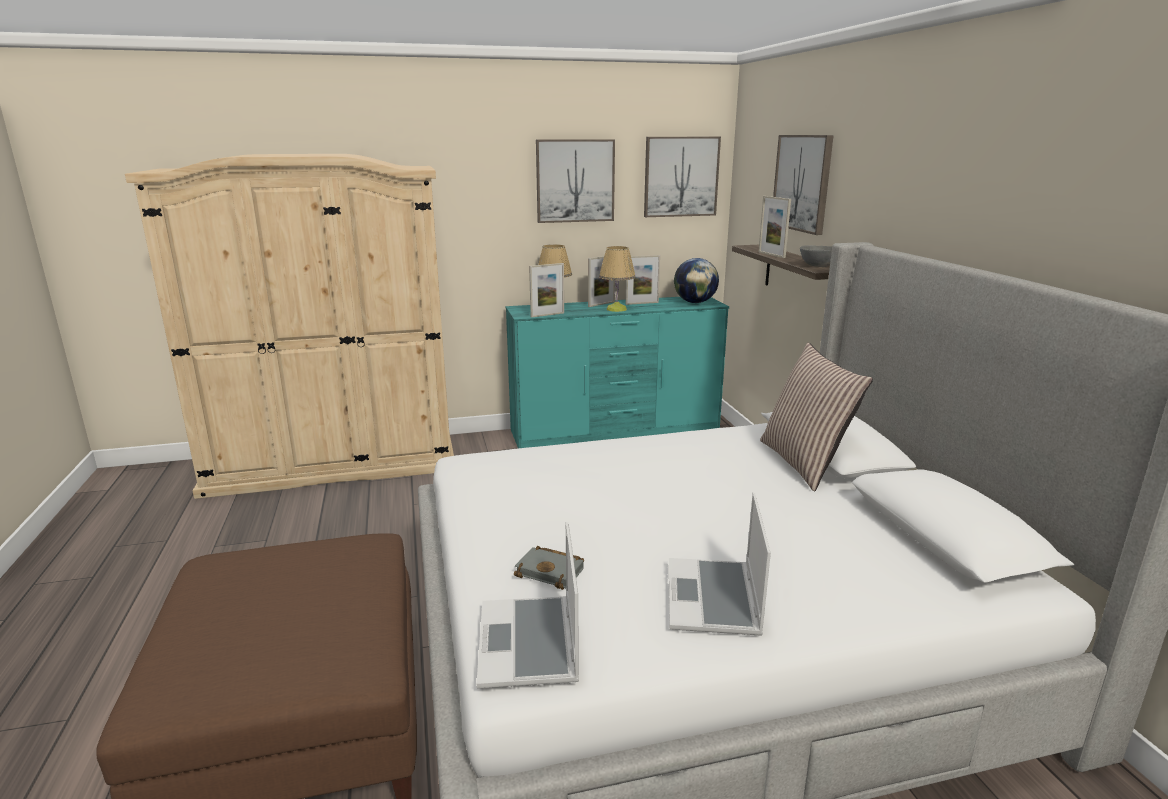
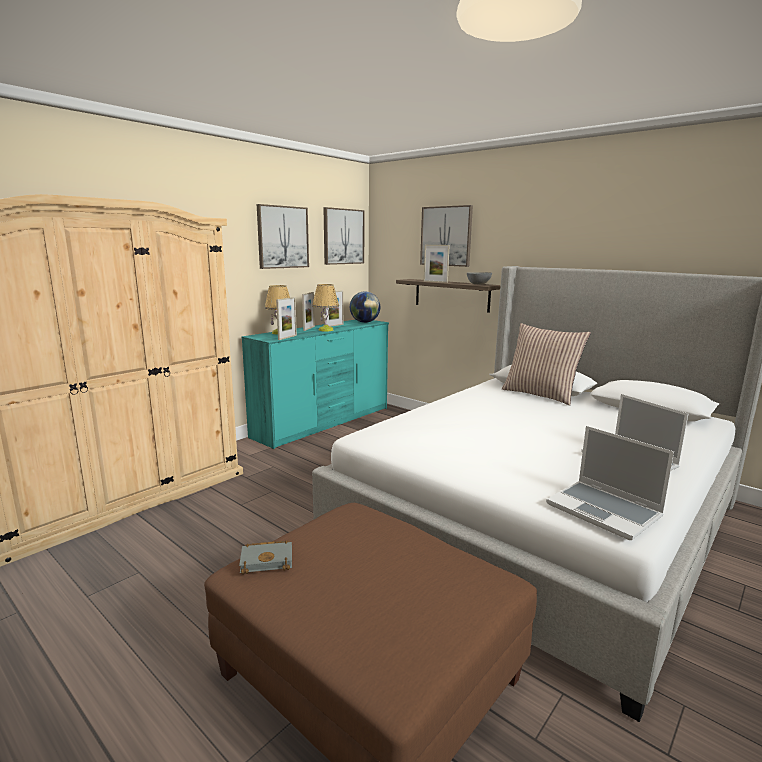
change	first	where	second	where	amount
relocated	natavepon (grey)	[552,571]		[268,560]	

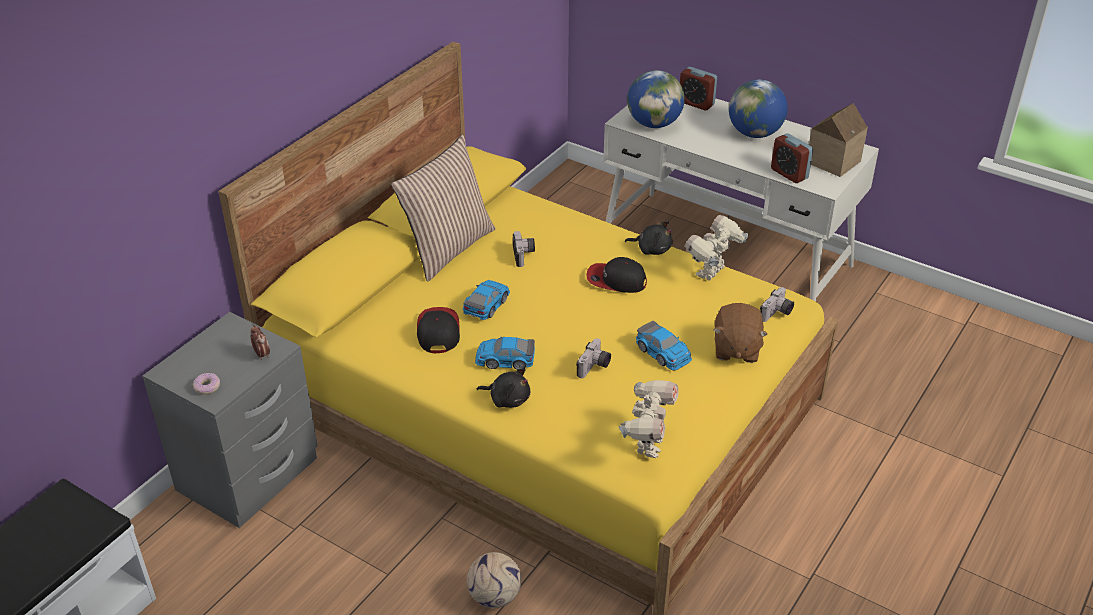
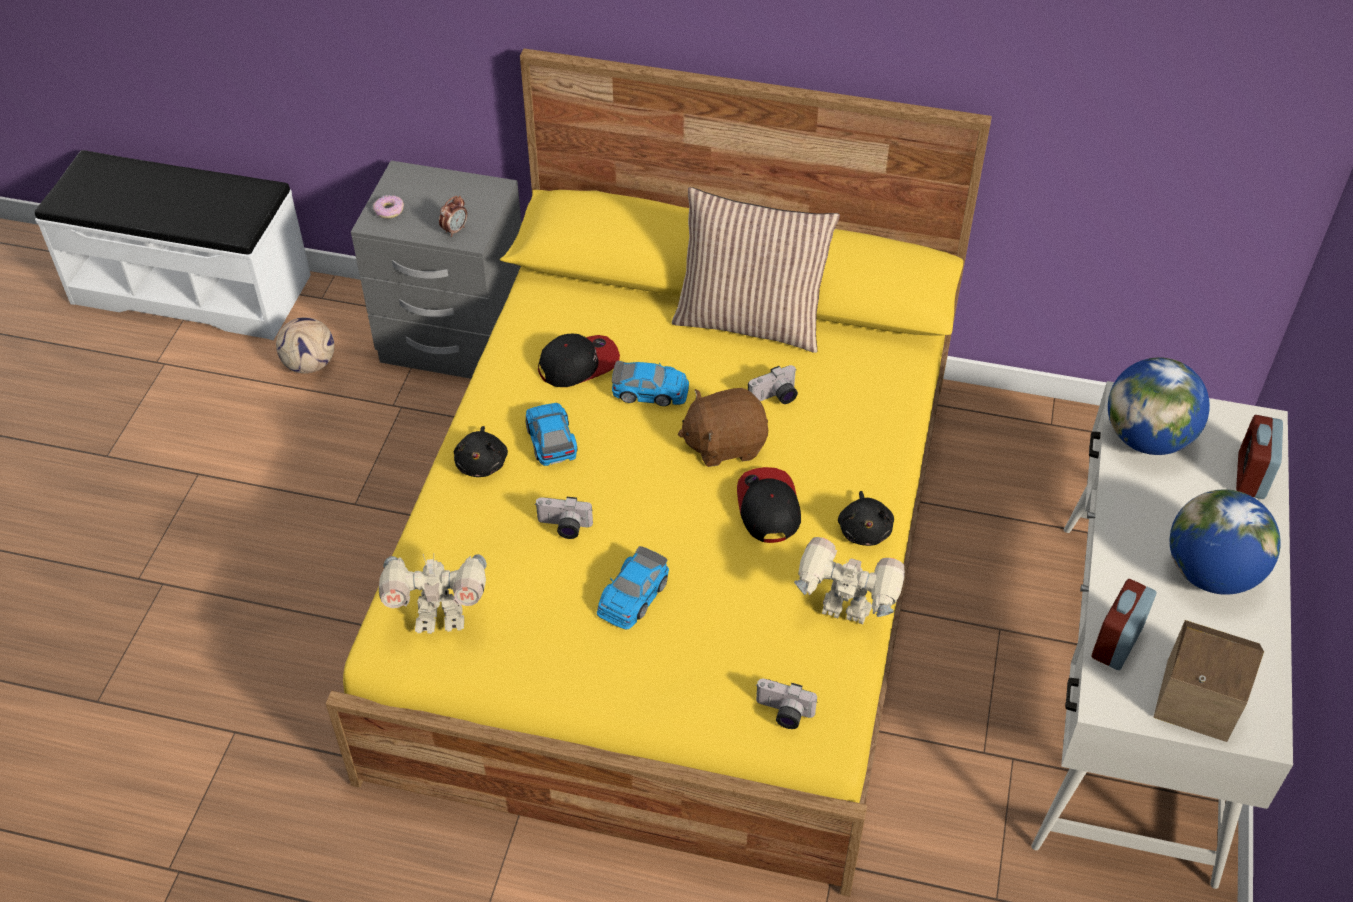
change	first	where	second	where	amount
relocated	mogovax	[495,596]		[311,365]	
relocated	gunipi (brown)	[736,349]		[724,444]	

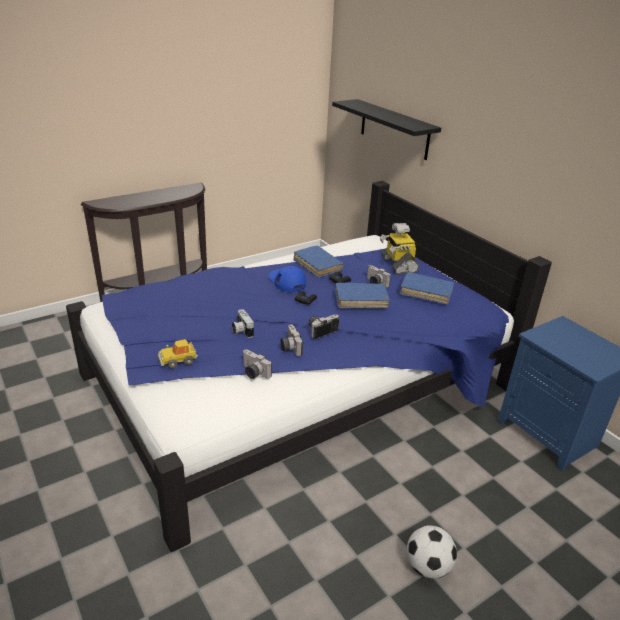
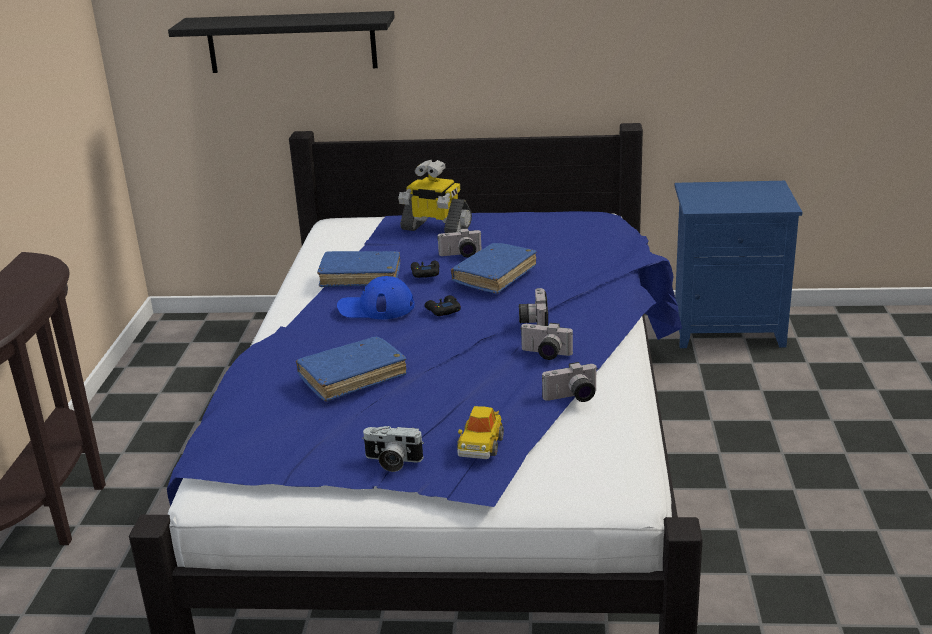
change	first	where	second	where	amount
missing	mogovax	[428,567]			
relocated	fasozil	[241,330]		[392,462]	
relocated	natavepon (blue)	[426,293]		[352,377]	

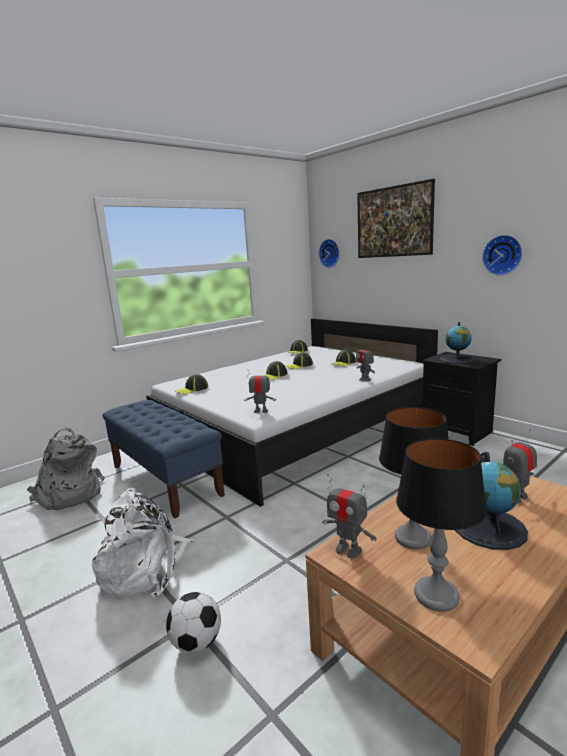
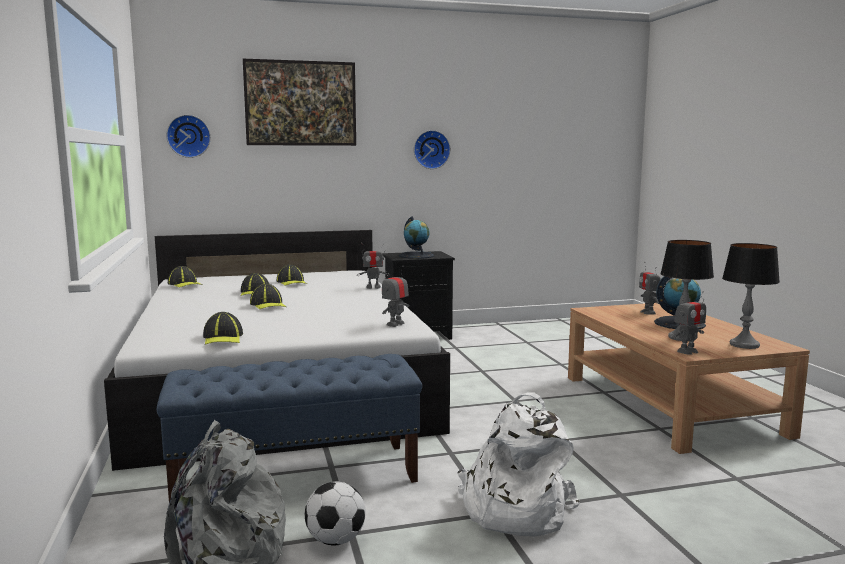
change	first	where	second	where	amount
relocated	mogovax	[197,643]		[336,540]	

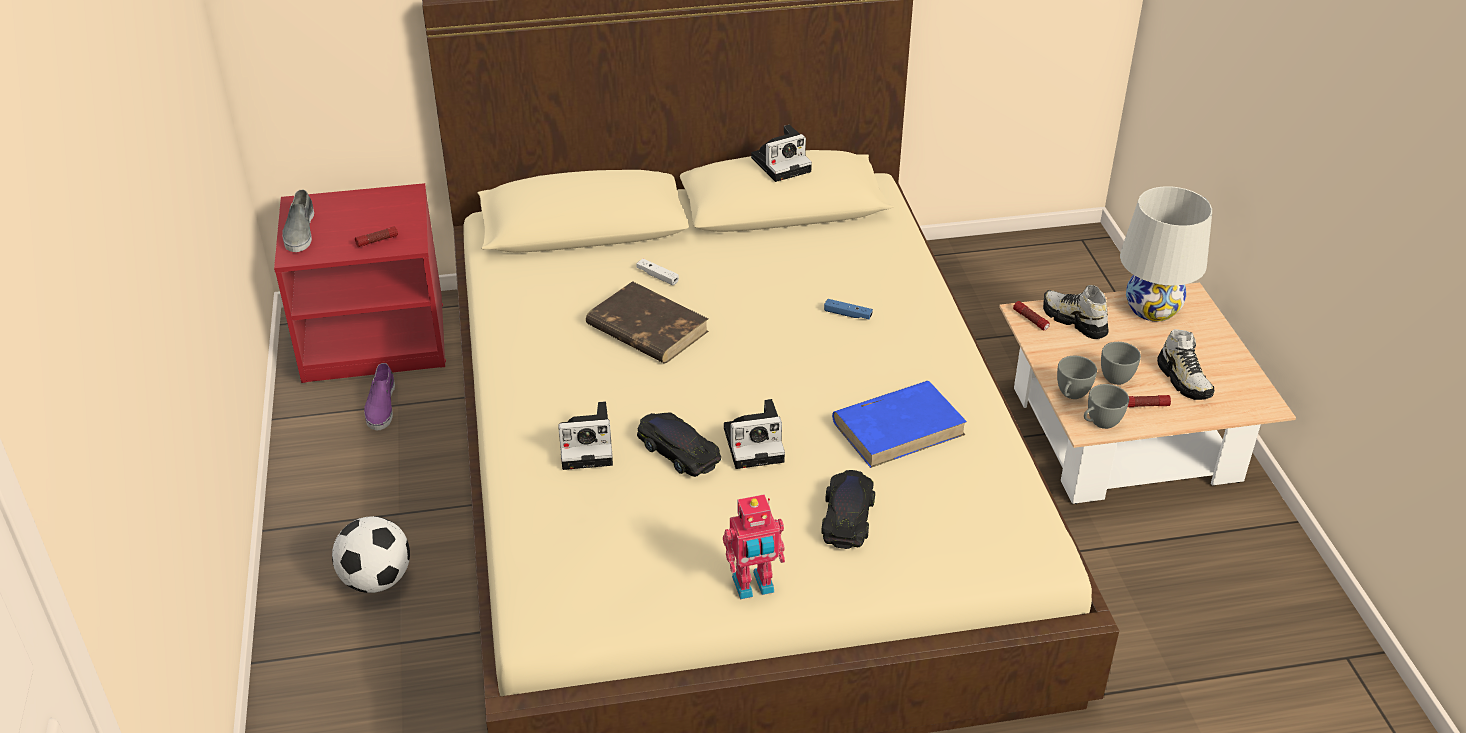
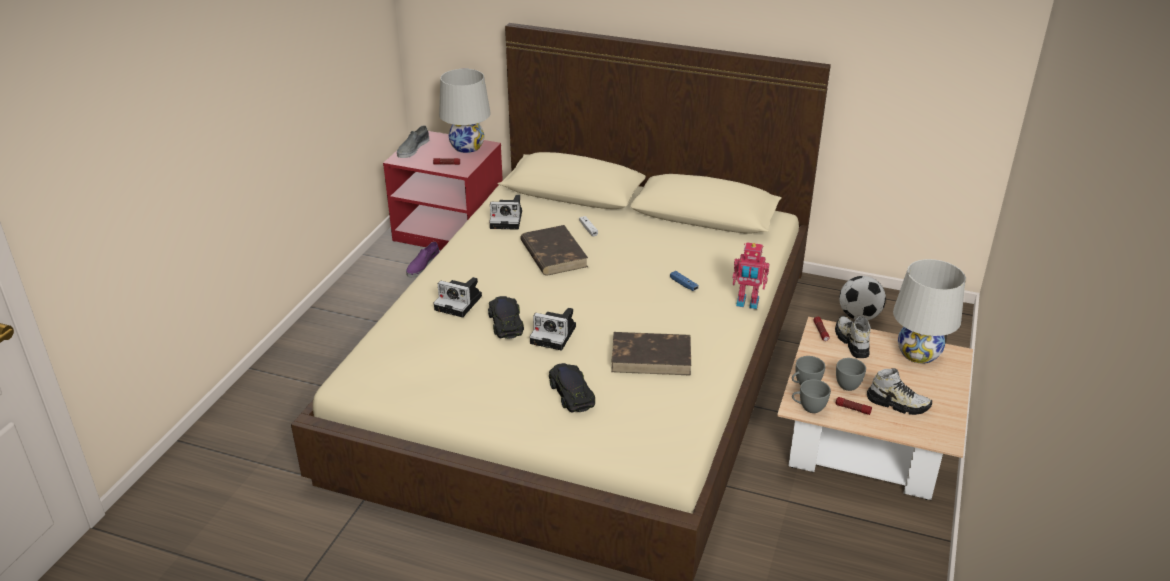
change	first	where	second	where	amount
appeared			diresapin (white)	[467,147]	
relocated	mogovax	[376,580]		[858,316]	
relocated	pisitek	[754,586]		[747,303]	
relocated	fasozil	[782,163]		[508,219]	
colour	natavepon (blue)	[899,427]	natavepon (brown)	[652,357]	
spun	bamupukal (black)	[847,515]		[571,392]	60 degrees counterclockwise
spun	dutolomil	[1184,380]		[897,404]	75 degrees counterclockwise

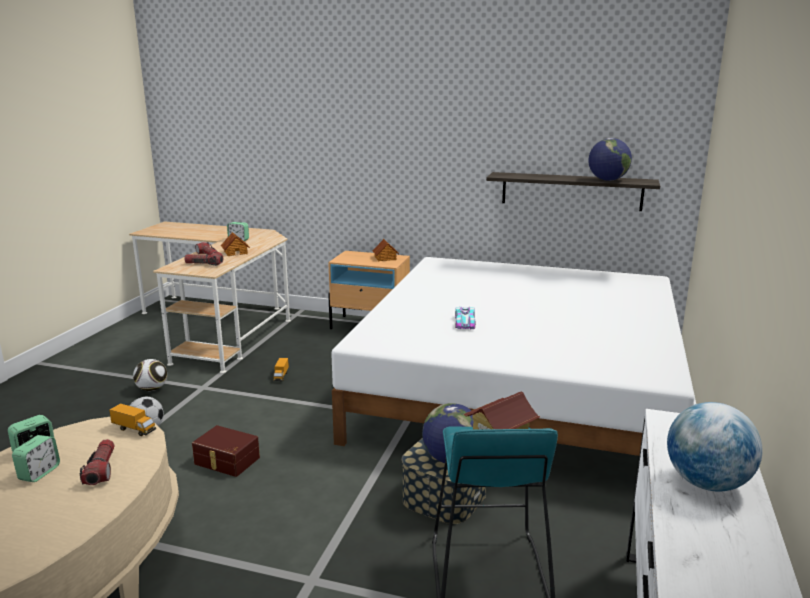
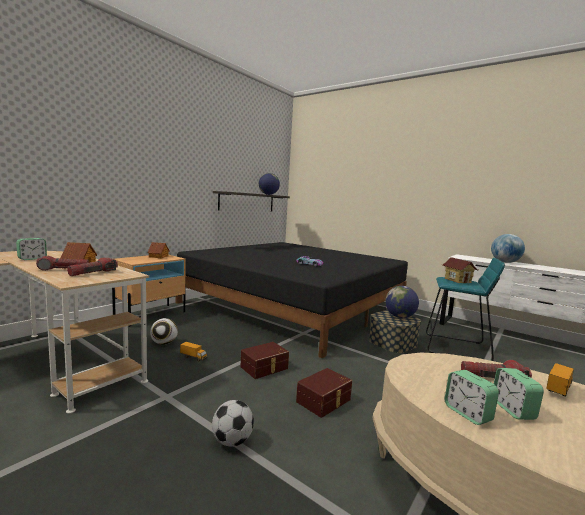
change	first	where	second	where	amount
appeared			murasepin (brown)	[265,368]	
relocated	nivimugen	[134,429]		[558,389]	
relocated	mogovax	[152,389]		[164,343]	
colour	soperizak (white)	[519,390]	soperizak (black)	[294,306]	
spun	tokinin	[39,473]		[513,410]	135 degrees counterclockwise

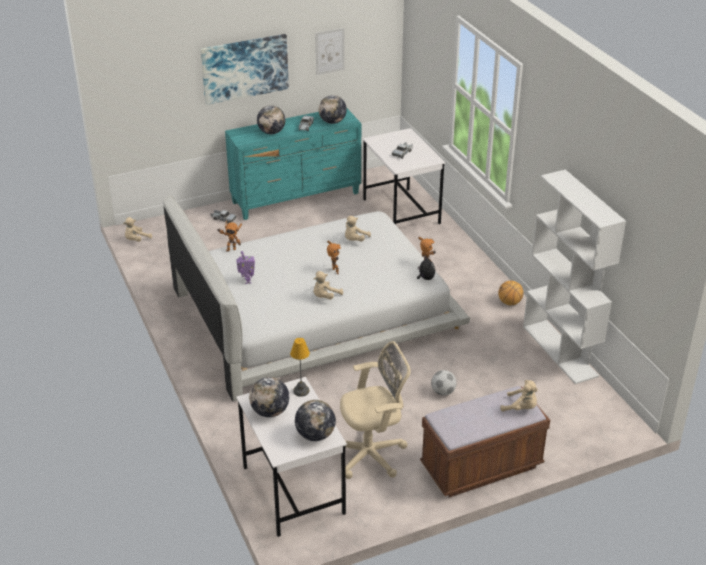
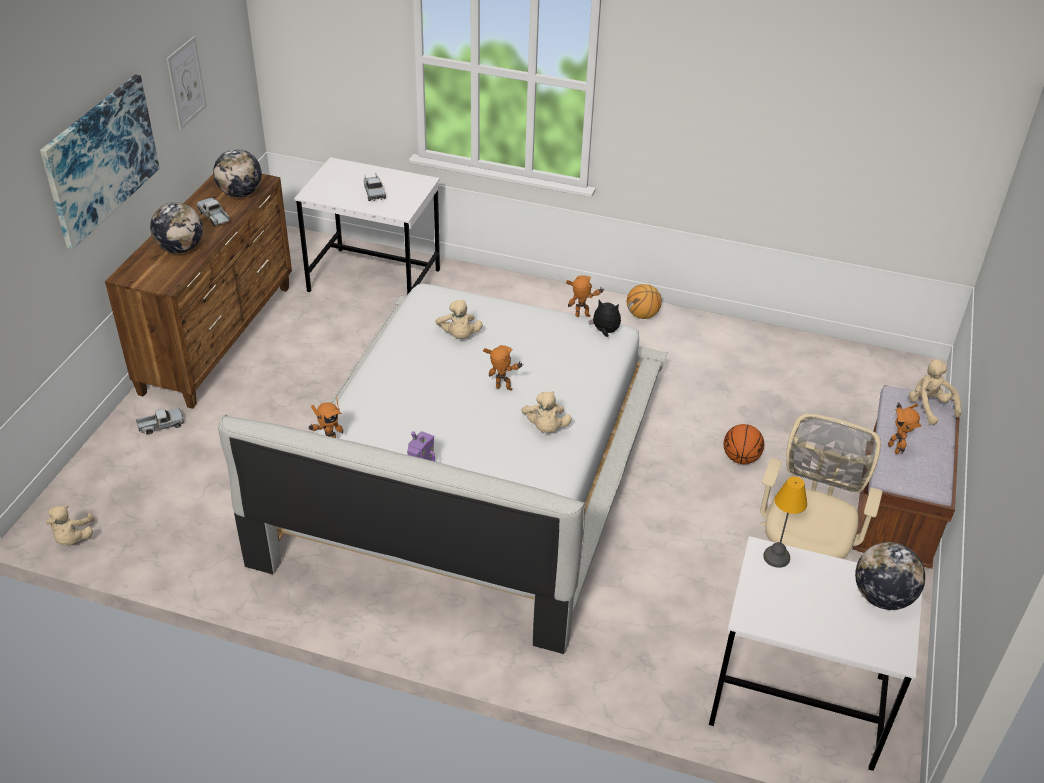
change	first	where	second	where	amount
missing	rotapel	[270,412]			
missing	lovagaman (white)	[560,351]			
appeared			pisitek	[895,448]	
exchanged	mogovax	[443,392]	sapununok	[741,458]	
colour	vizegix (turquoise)	[296,198]	vizegix (brown)	[219,338]	
spun	gunipi (beige)	[521,408]		[929,407]	90 degrees counterclockwise

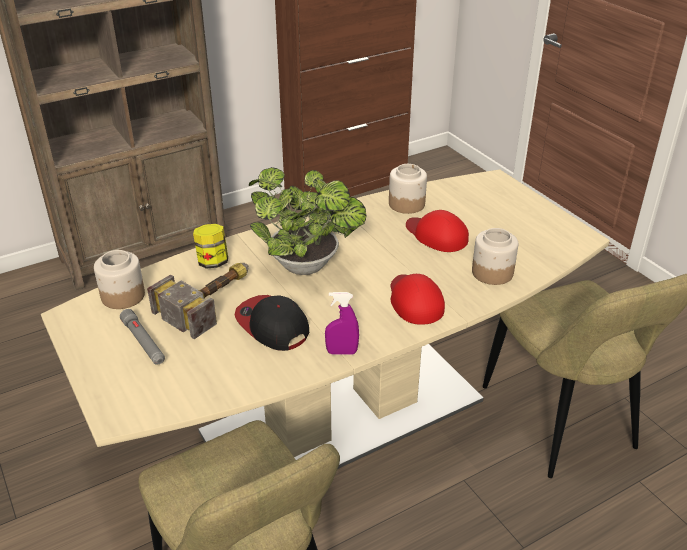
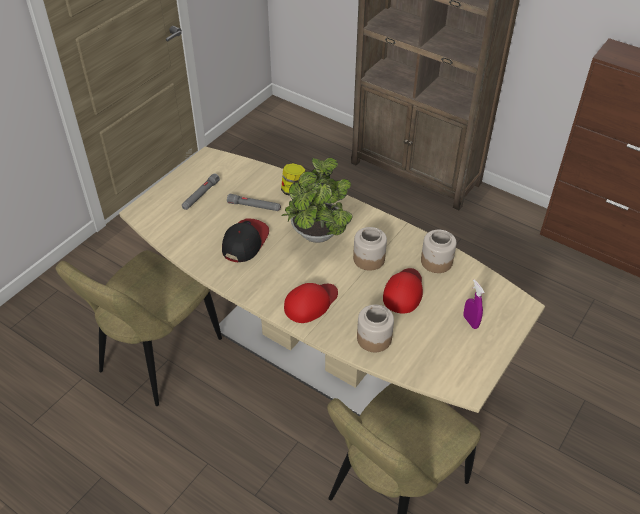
change	first	where	second	where	amount
relocated	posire	[122,296]		[368,259]	
relocated	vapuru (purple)	[342,352]		[470,322]	
exchanged	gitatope	[212,300]	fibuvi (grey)	[254,206]	

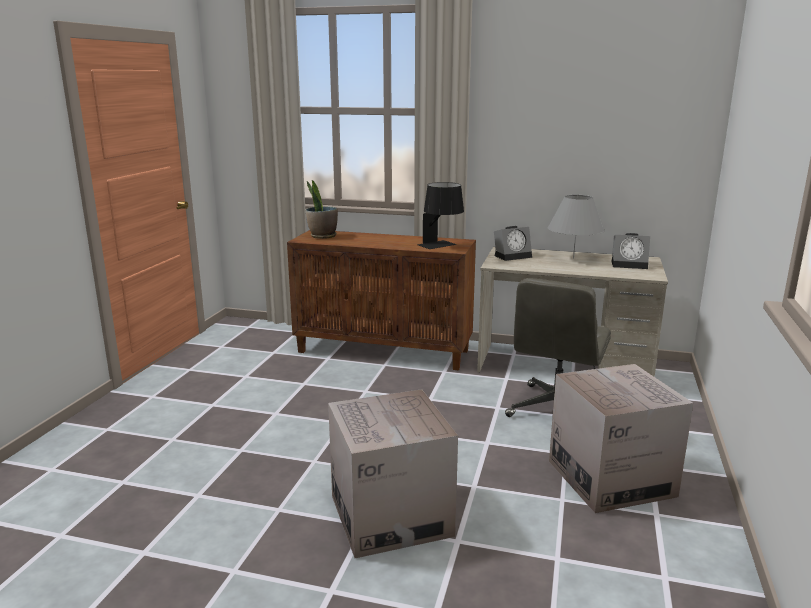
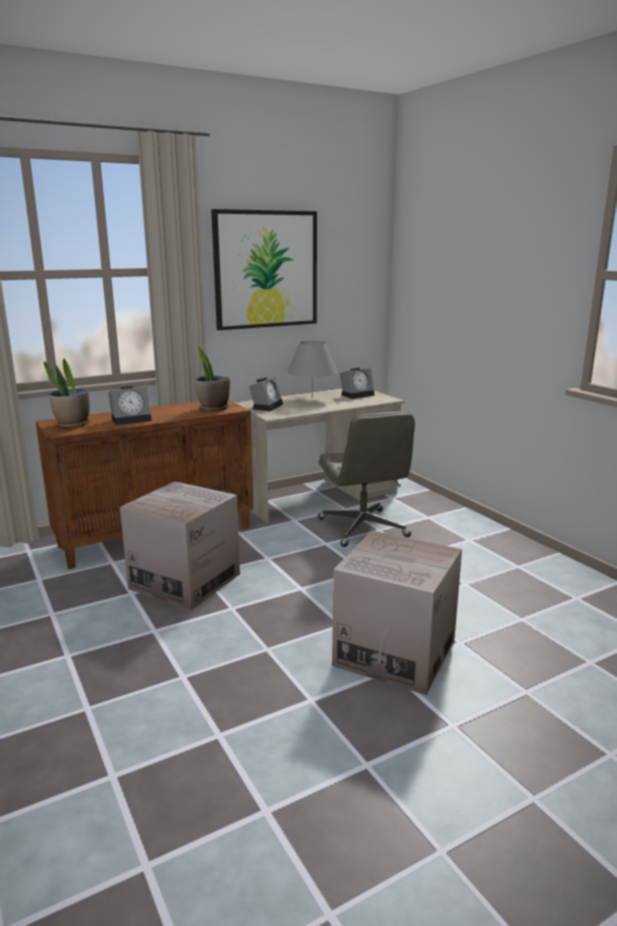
change	first	where	second	where	amount
appeared			tokinin	[132,419]	
appeared			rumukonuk	[266,269]	
relocated	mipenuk	[611,478]		[185,581]	
exchanged	diresapin (black)	[441,246]	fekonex	[213,408]	

